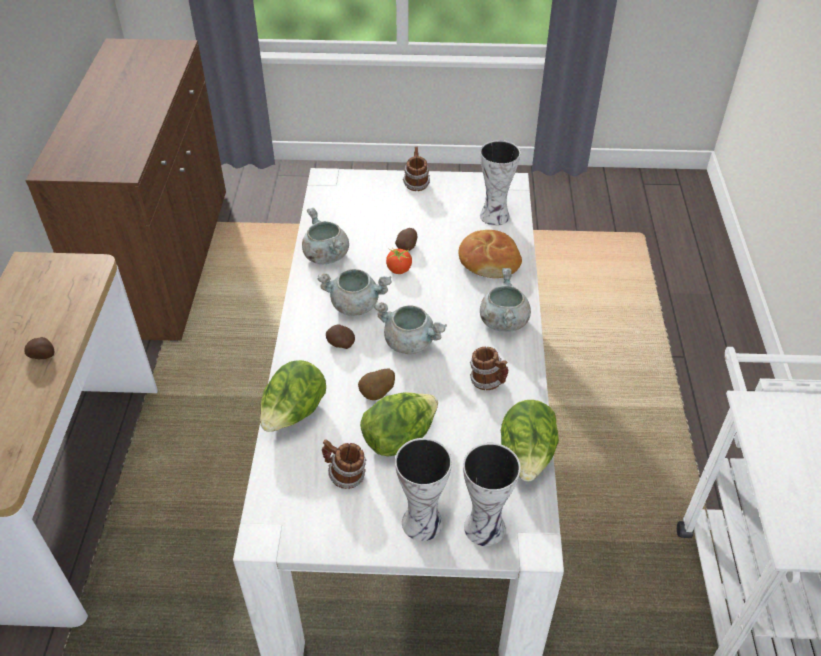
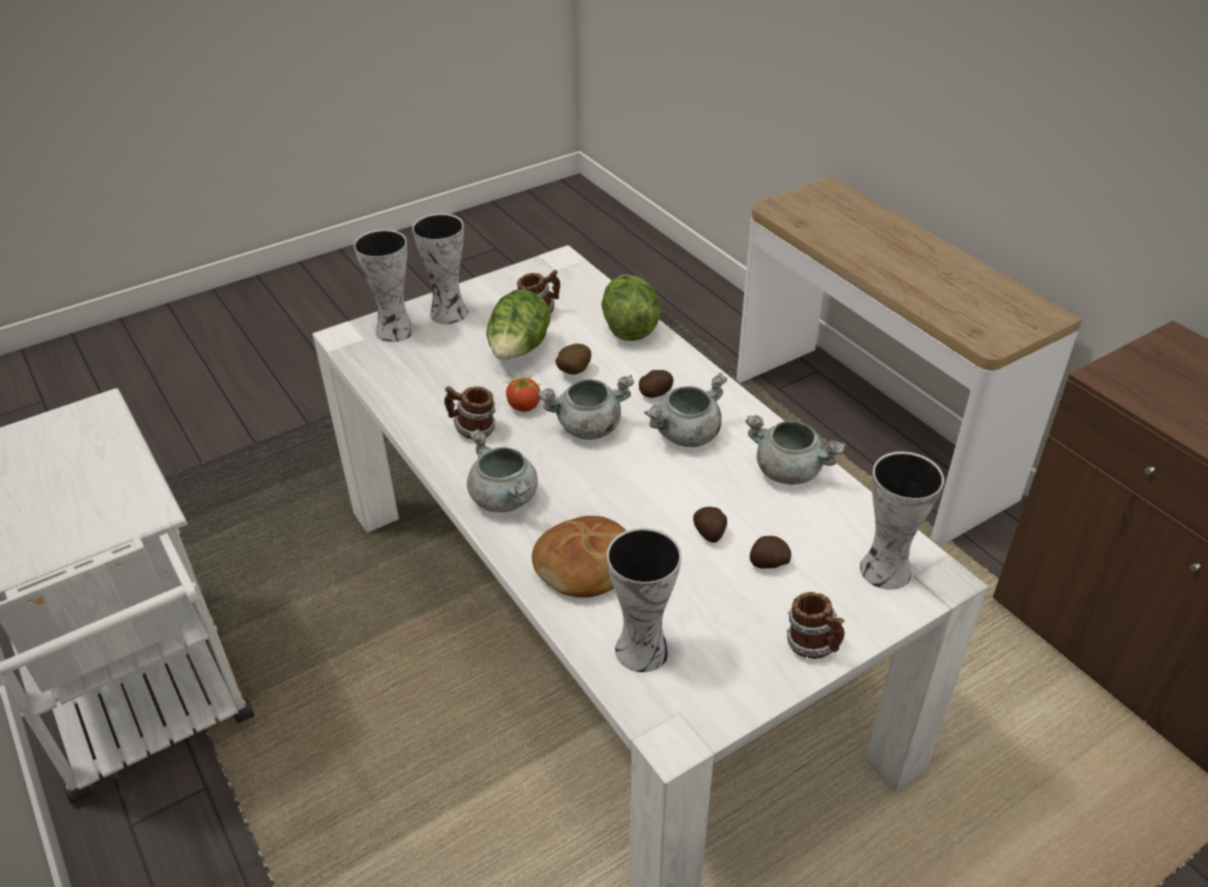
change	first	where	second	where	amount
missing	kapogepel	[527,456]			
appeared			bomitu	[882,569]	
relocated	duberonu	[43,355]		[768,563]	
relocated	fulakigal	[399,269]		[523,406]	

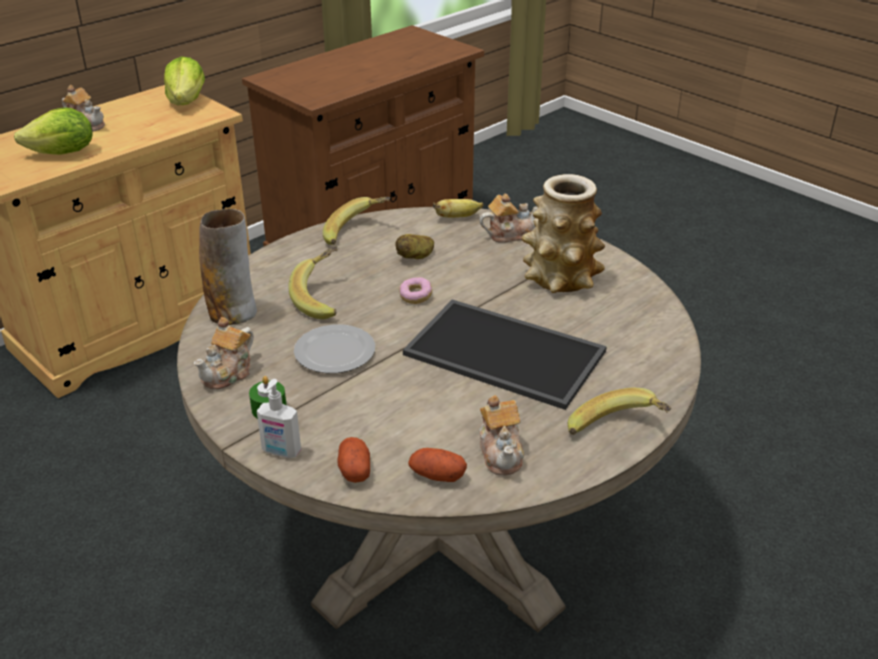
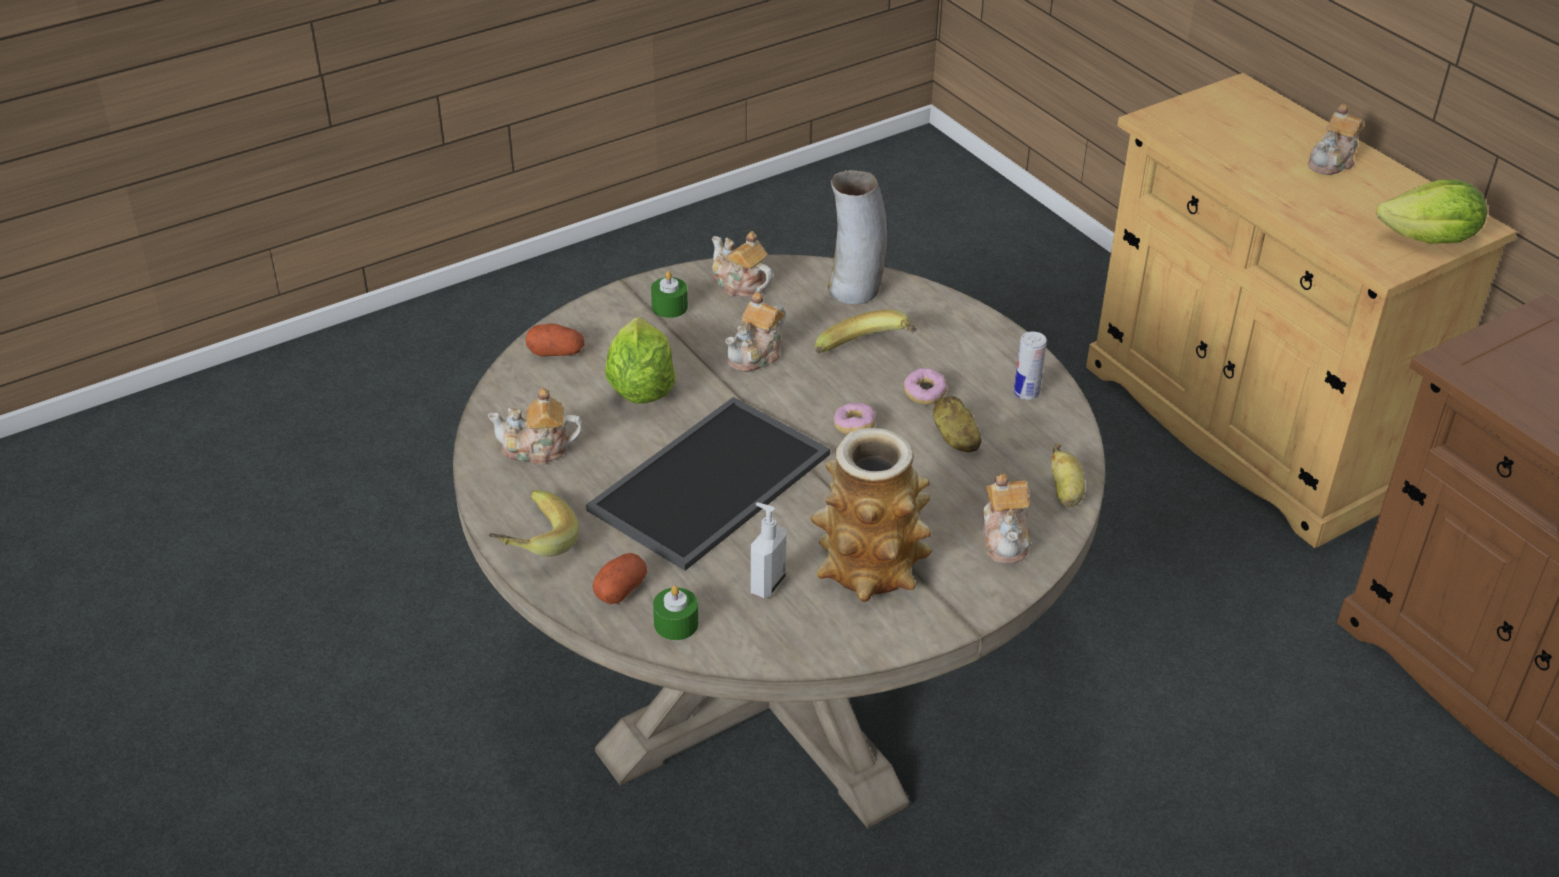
change	first	where	second	where	amount
appeared			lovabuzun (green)	[676,624]	
appeared			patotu	[924,394]	
relocated	kapogepel	[63,153]		[640,388]	
relocated	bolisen	[281,452]		[767,584]	
relocated	duberonu	[437,475]		[620,589]	
exchanged	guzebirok	[335,351]	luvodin	[756,355]	
exchanged	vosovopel	[357,234]	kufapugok	[1026,393]	

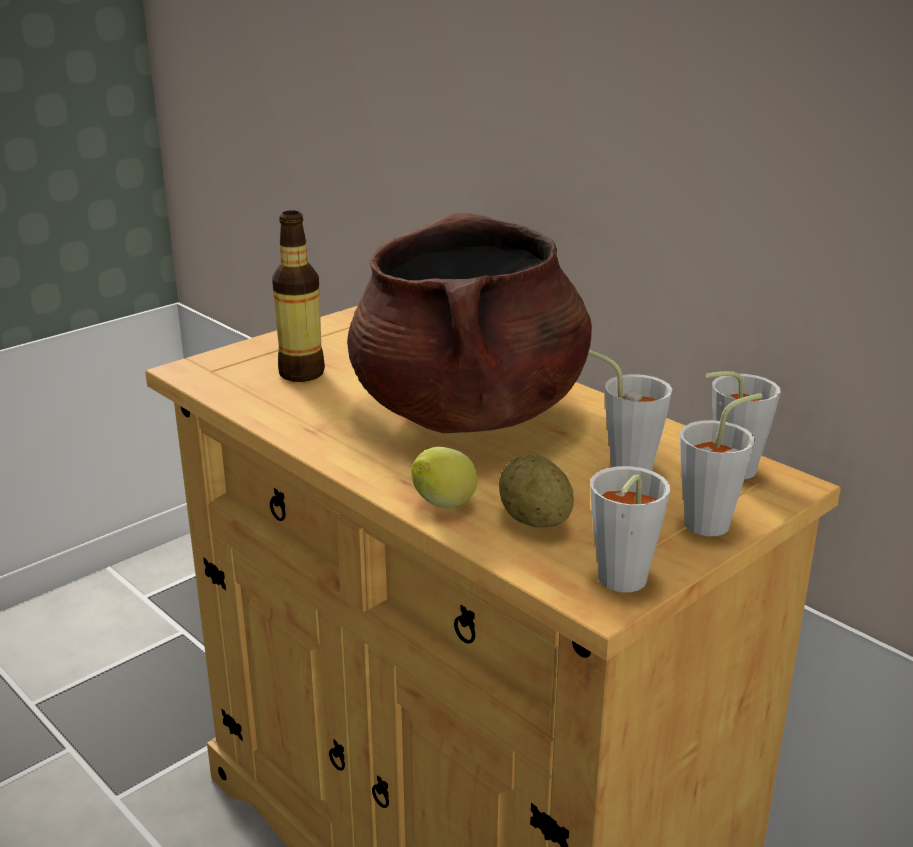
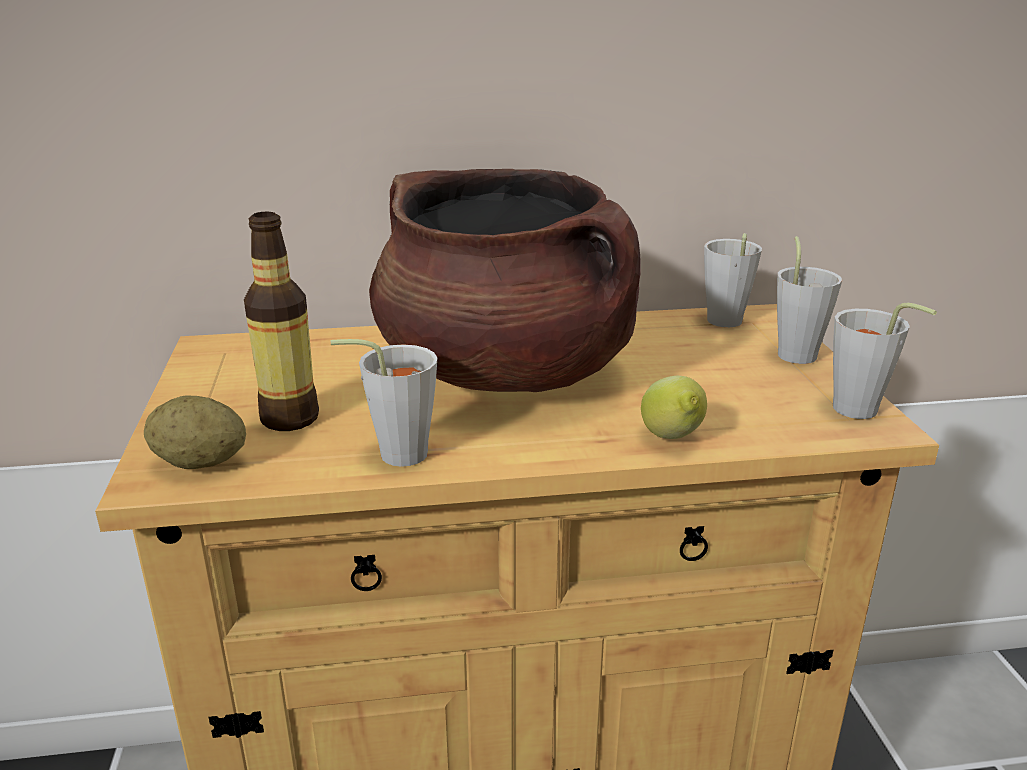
change	first	where	second	where	amount
relocated	duberonu	[535,520]		[200,463]	
relocated	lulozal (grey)	[623,466]		[392,455]	

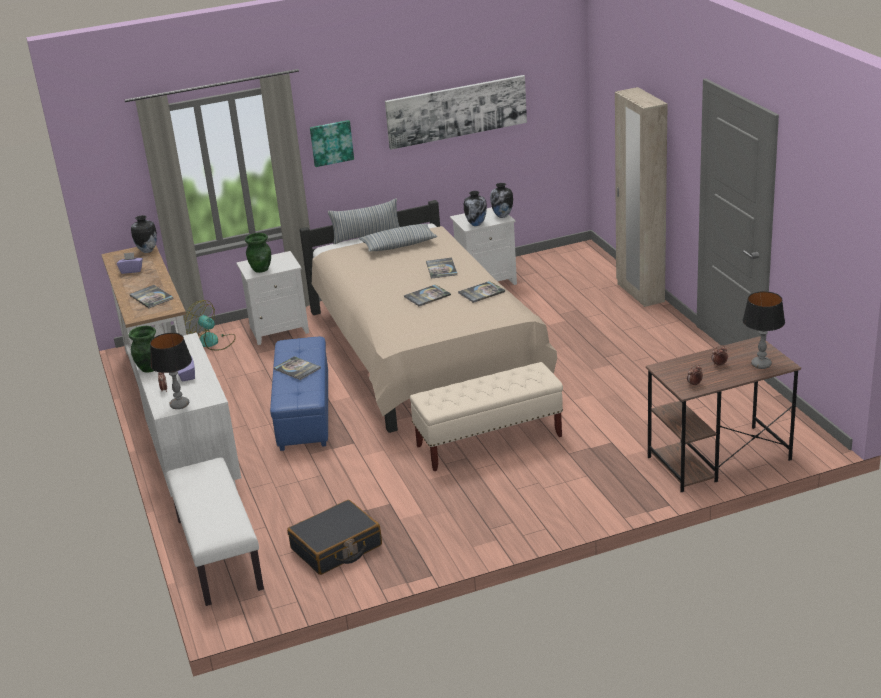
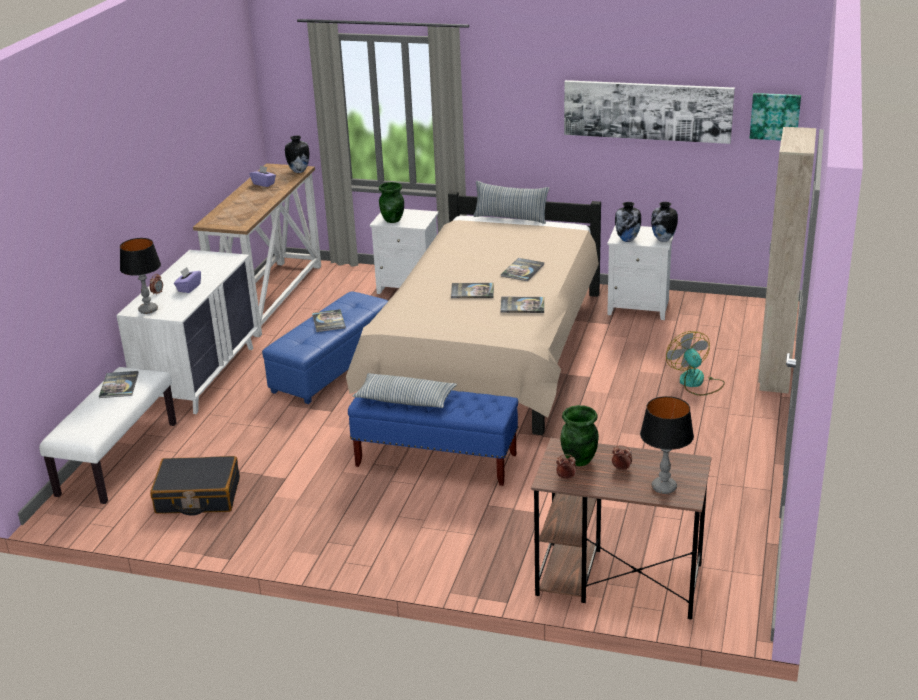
change	first	where	second	where	amount
relocated	bomitu (green)	[149,368]		[579,460]	
relocated	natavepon	[151,297]		[119,385]	
relocated	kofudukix	[213,342]		[696,383]	
relocated	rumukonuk	[331,142]		[775,116]	
relocated	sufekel	[399,245]		[405,399]	
colour	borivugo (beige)	[489,441]	borivugo (blue)	[436,461]	

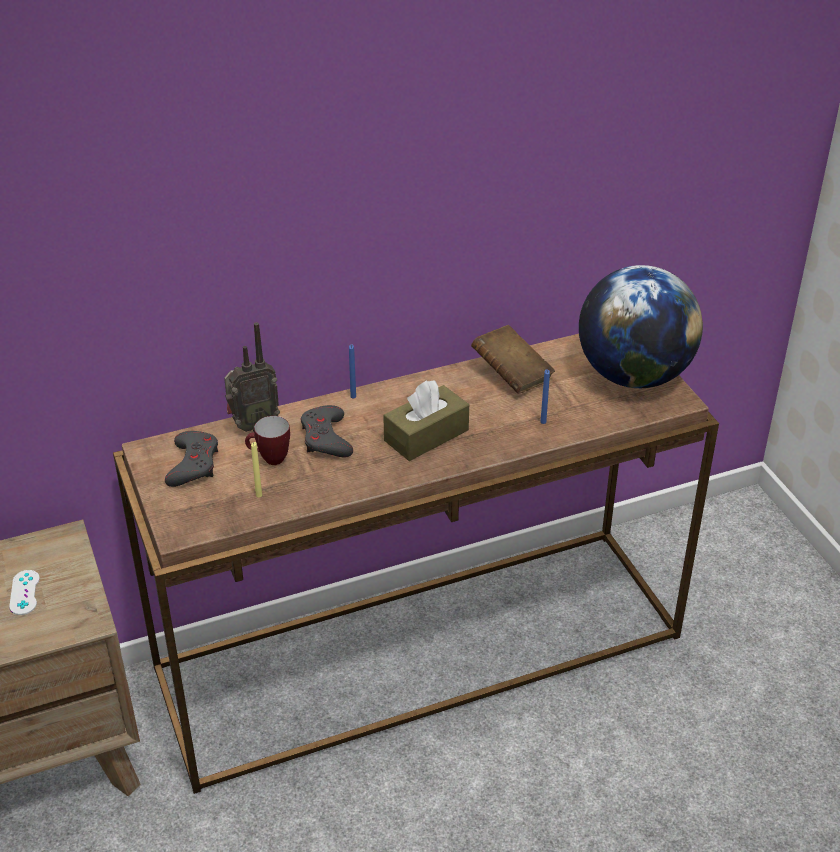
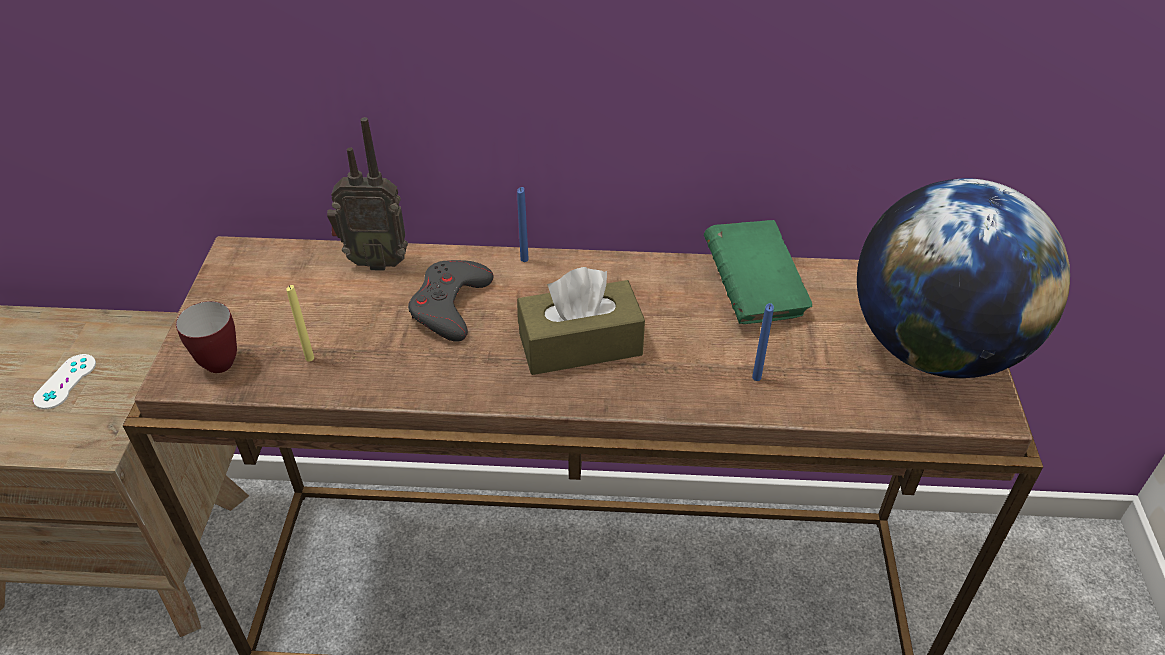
change	first	where	second	where	amount
missing	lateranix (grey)	[193,464]			
relocated	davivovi	[269,459]		[213,362]	
colour	natavepon (brown)	[512,375]	natavepon (green)	[753,293]	

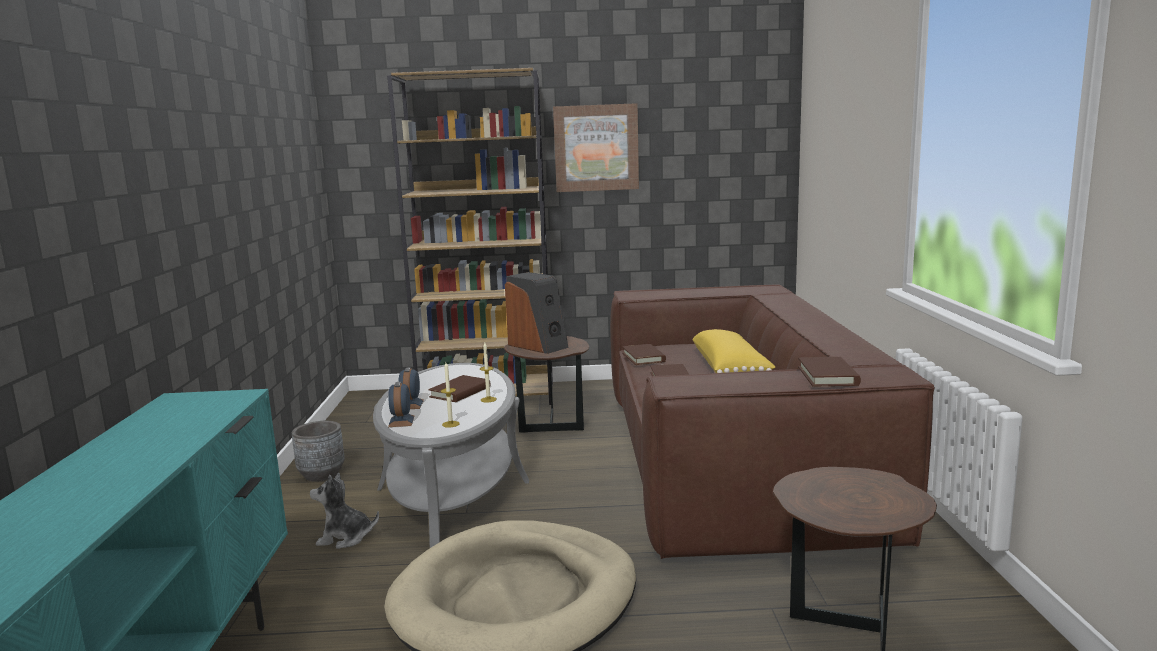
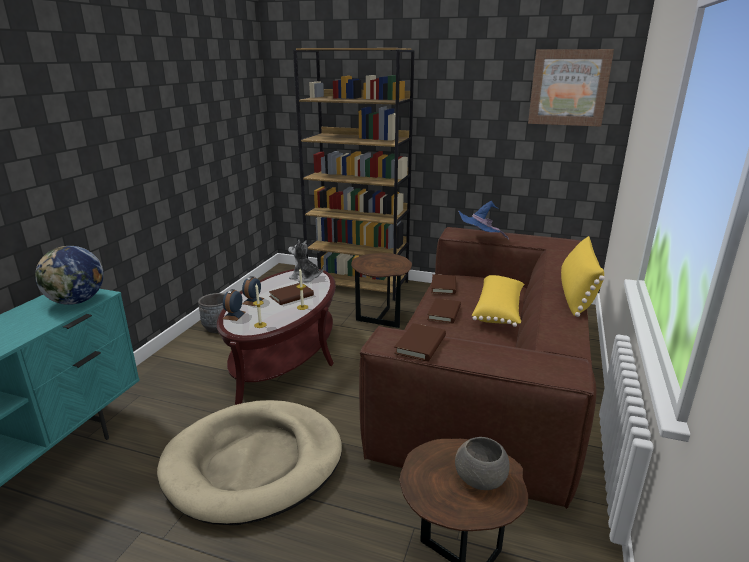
change	first	where	second	where	amount
missing	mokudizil	[538,346]			
appeared			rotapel	[77,301]	
appeared			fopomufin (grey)	[481,479]	
appeared			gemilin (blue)	[479,239]	
appeared			sufekel (yellow)	[576,294]	
relocated	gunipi	[345,538]		[305,277]	
relocated	rumukonuk	[596,148]		[569,87]	
relocated	natavepon (brown)	[828,376]		[420,345]	
colour	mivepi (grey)	[453,485]	mivepi (brown)	[285,355]	

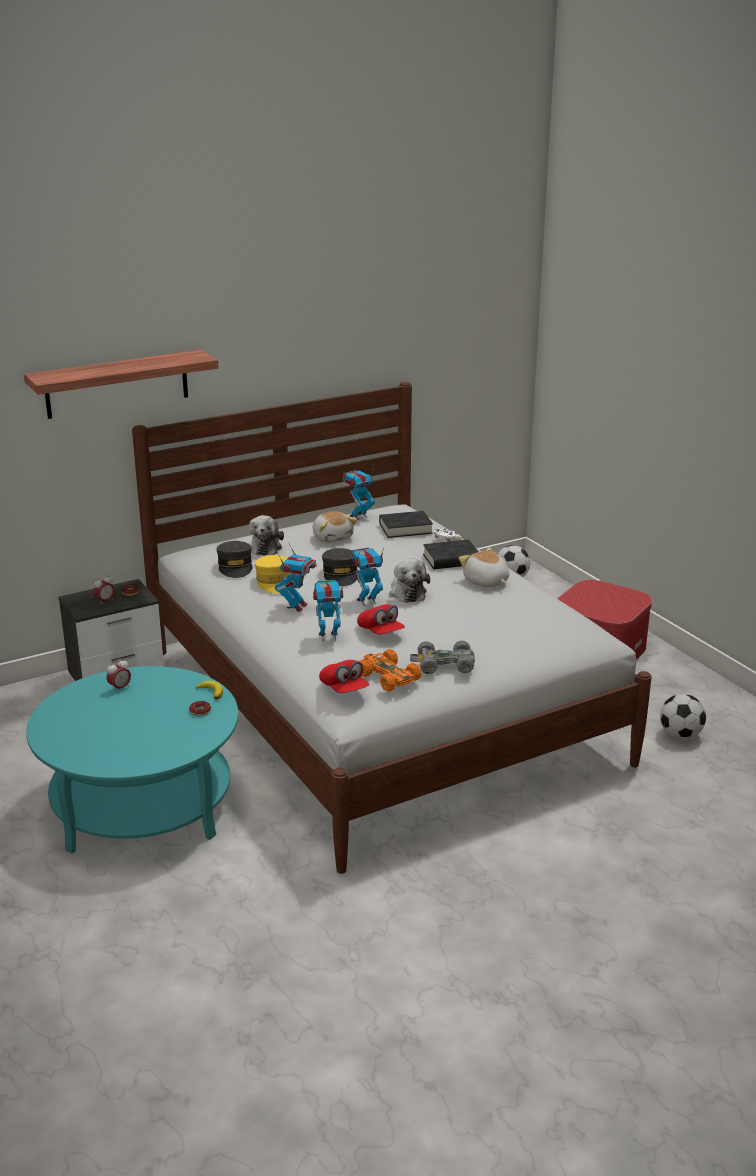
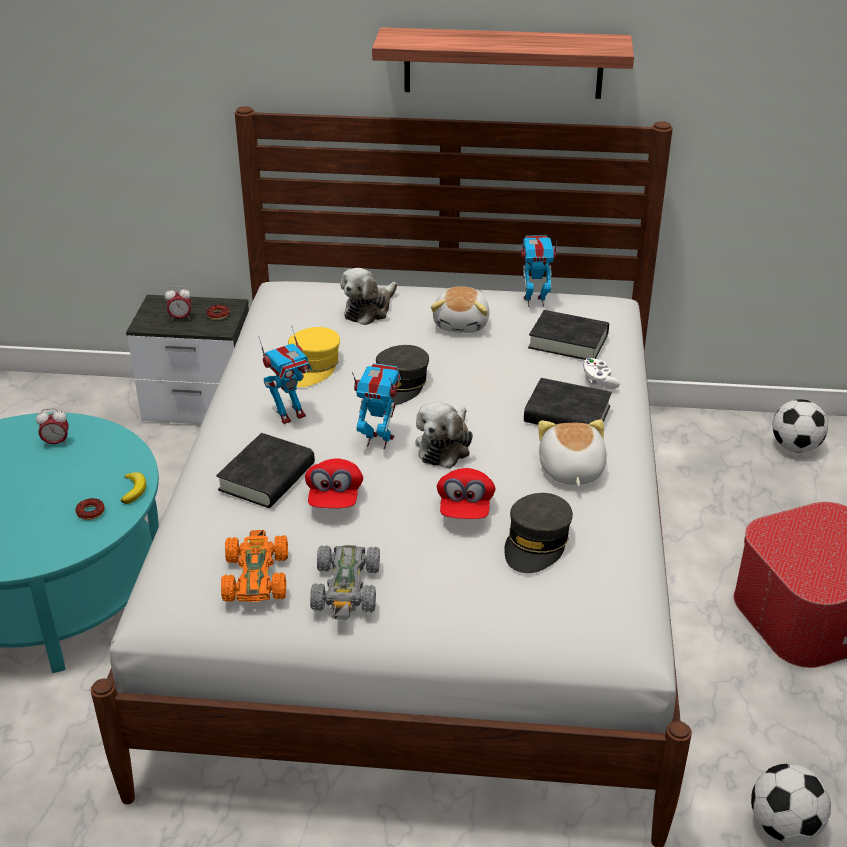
change	first	where	second	where	amount
relocated	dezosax	[117,384]		[503,63]	
relocated	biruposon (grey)	[235,567]		[536,543]	
relocated	biruposon (red)	[344,689]		[465,508]	
exchanged	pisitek	[328,636]	natavepon (black)	[267,477]	
spun	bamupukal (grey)	[444,664]		[346,589]	120 degrees counterclockwise

